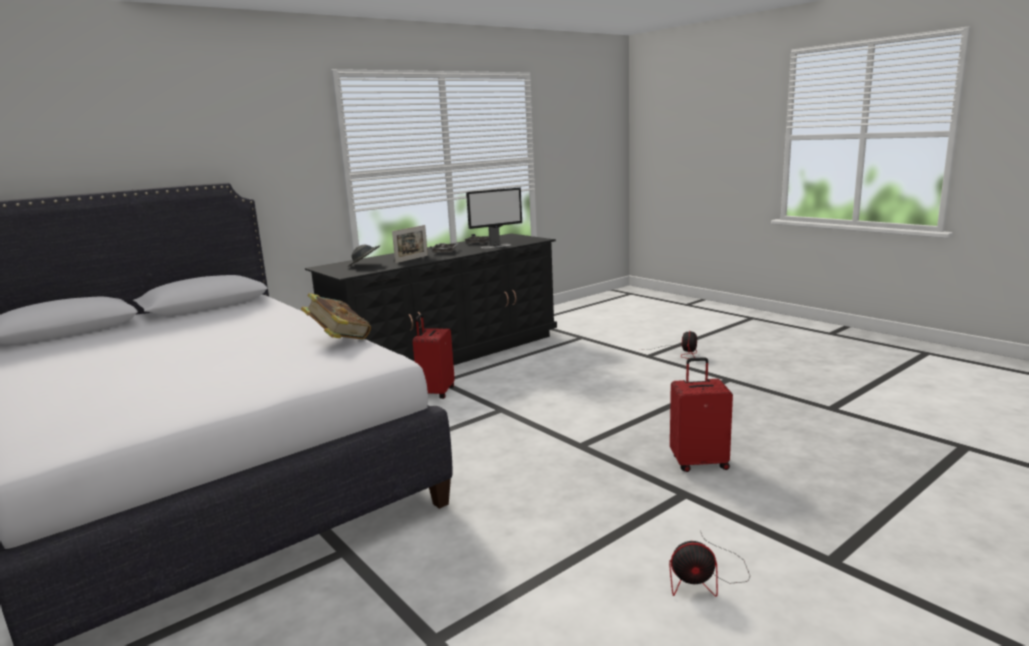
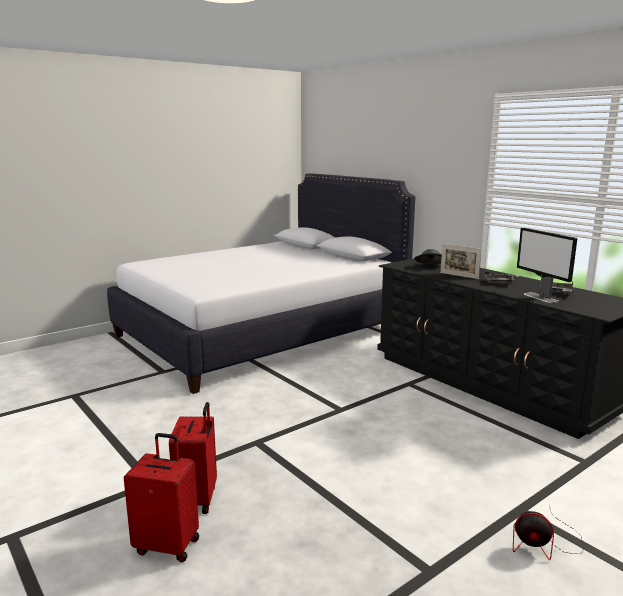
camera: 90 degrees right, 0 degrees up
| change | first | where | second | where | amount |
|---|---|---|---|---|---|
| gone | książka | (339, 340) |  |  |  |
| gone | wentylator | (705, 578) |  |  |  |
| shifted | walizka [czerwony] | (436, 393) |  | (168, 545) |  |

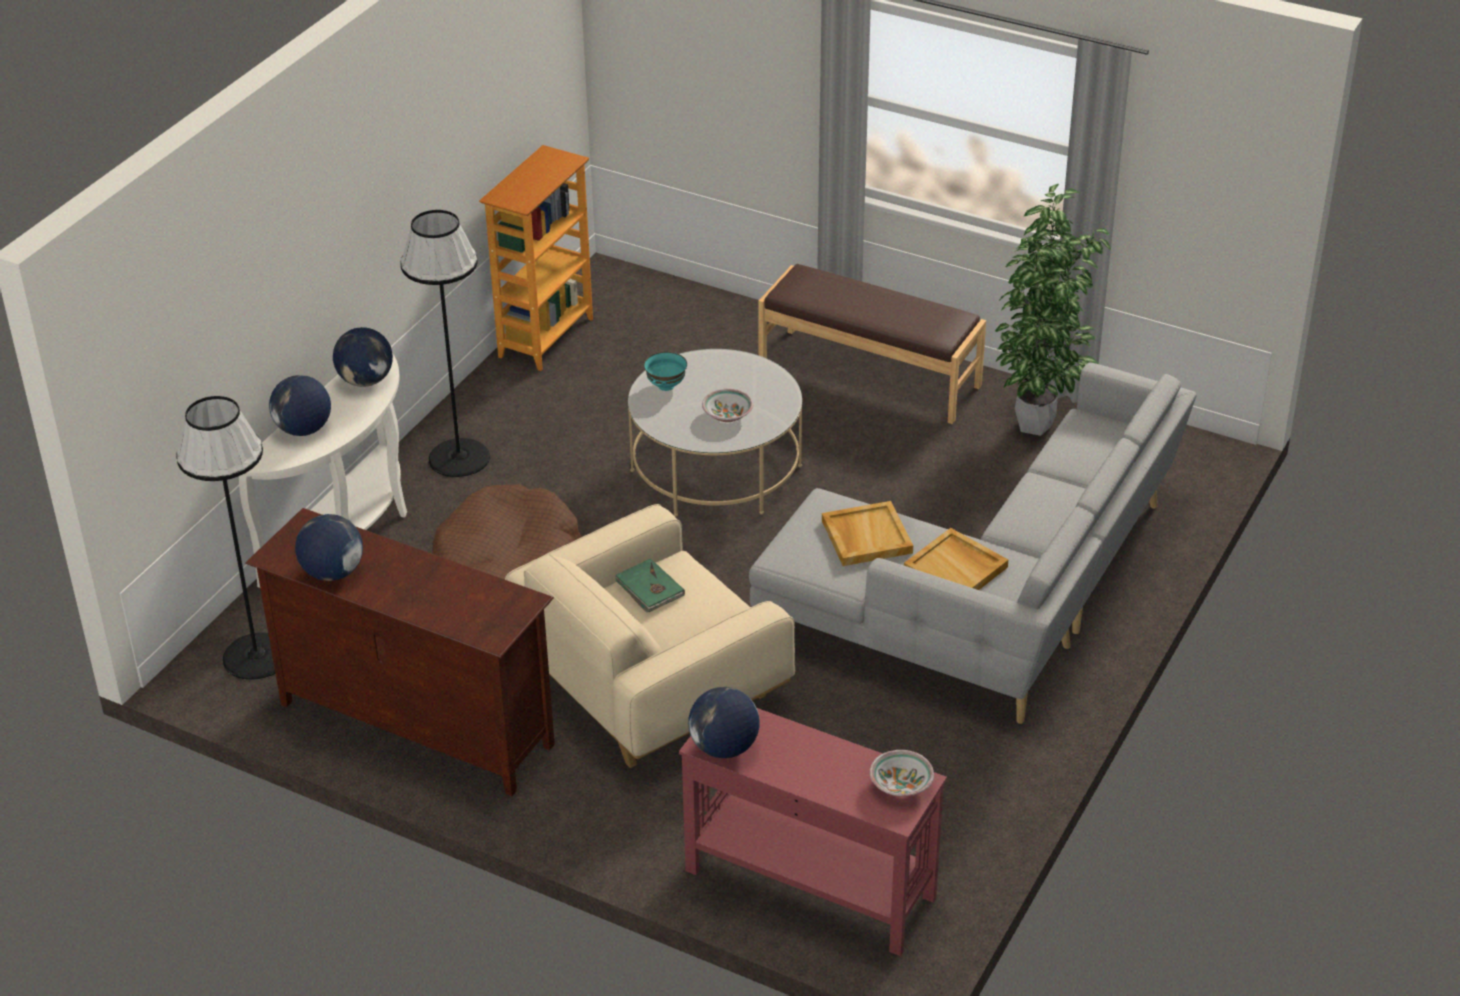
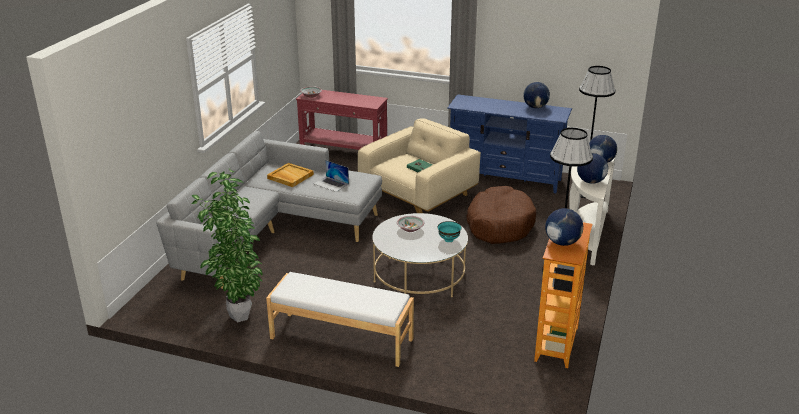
camera: 170 degrees right, 10 degrees down
| change | first | where | second | where | amount |
|---|---|---|---|---|---|
| shifted | globus | (724, 748) |  | (562, 242) |  |
| swapped | taca [beżowy] | (866, 536) | laptop | (331, 184) |  |
| repainted | szafka pod telewizor [brązowy] | (415, 725) | szafka pod telewizor [niebieski] | (505, 178) |  |
| repainted | ławka [brązowy] | (870, 374) | ławka [biały] | (341, 339) |  |

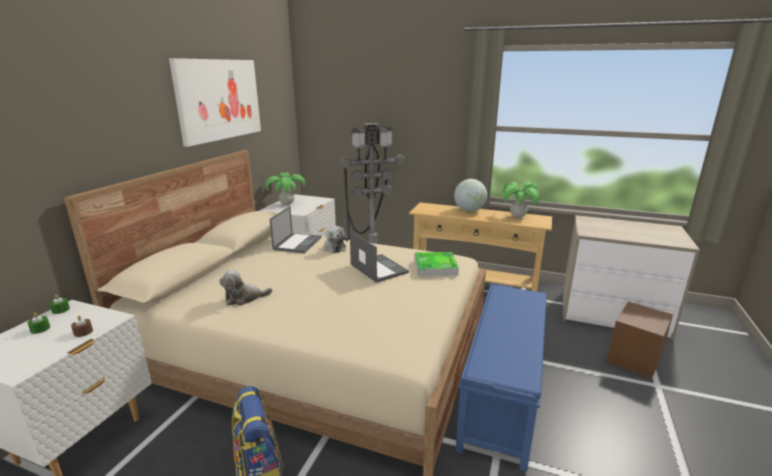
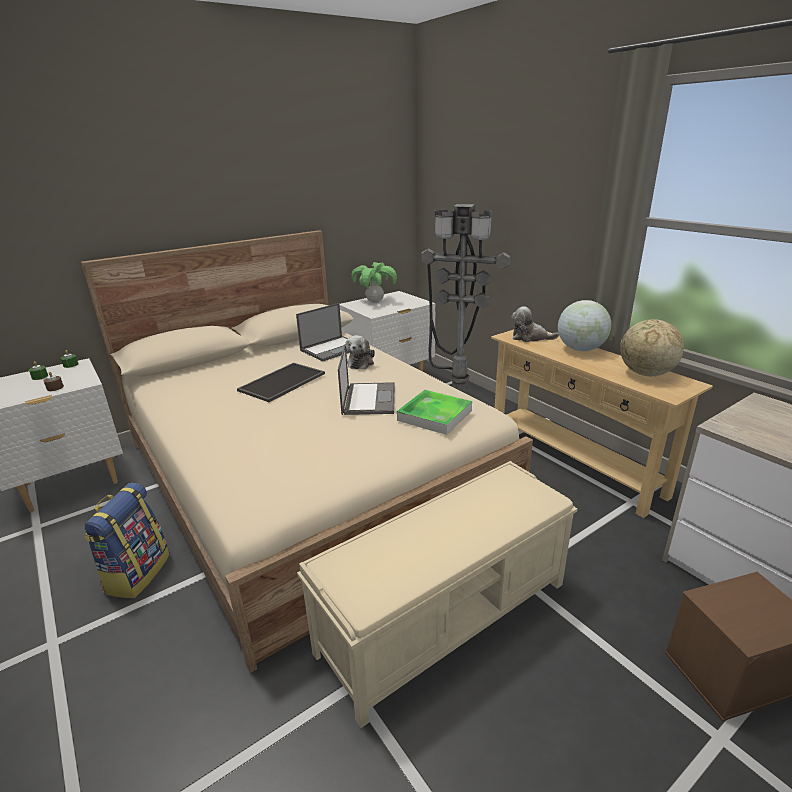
camera: 35 degrees right, 5 degrees up
| change | first | where | second | where | amount |
|---|---|---|---|---|---|
| gone | obraz | (219, 99) |  |  |  |
| new |  |  | taca | (282, 382) |  |
| shifted | pluszak | (244, 298) |  | (530, 337) |  |
| swapped | roślina doniczkowa | (517, 217) | globus | (645, 374) |  |
| repainted | ławka [niebieski] | (502, 392) | ławka [beżowy] | (446, 616) |  |

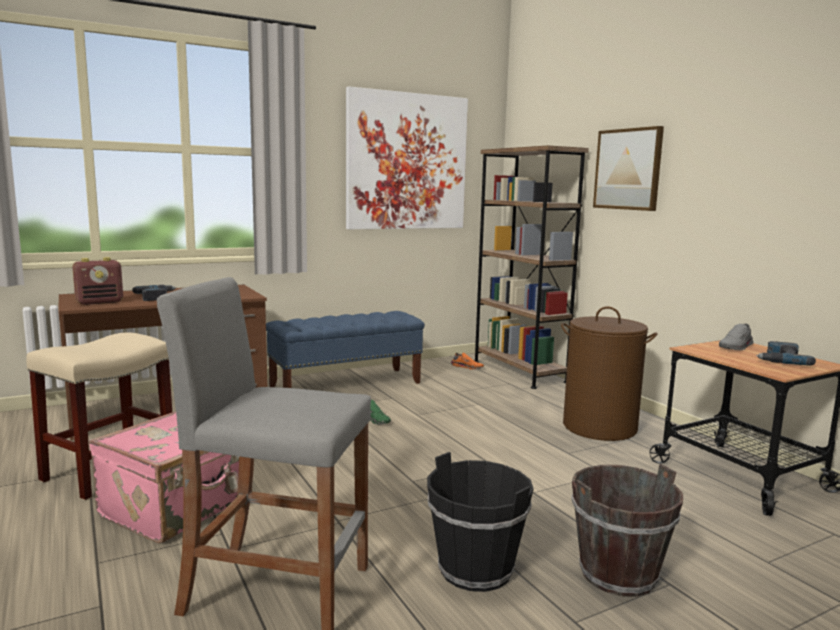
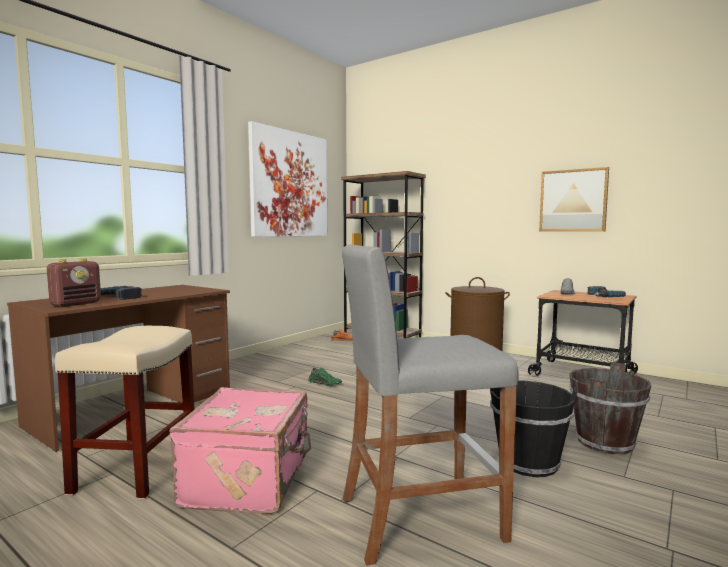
camera: 25 degrees left, 5 degrees down
| change | first | where | second | where | amount |
|---|---|---|---|---|---|
| gone | ławka [niebieski] | (346, 384) |  |  |  |
| shifted | obraz | (628, 169) |  | (573, 200) |  |

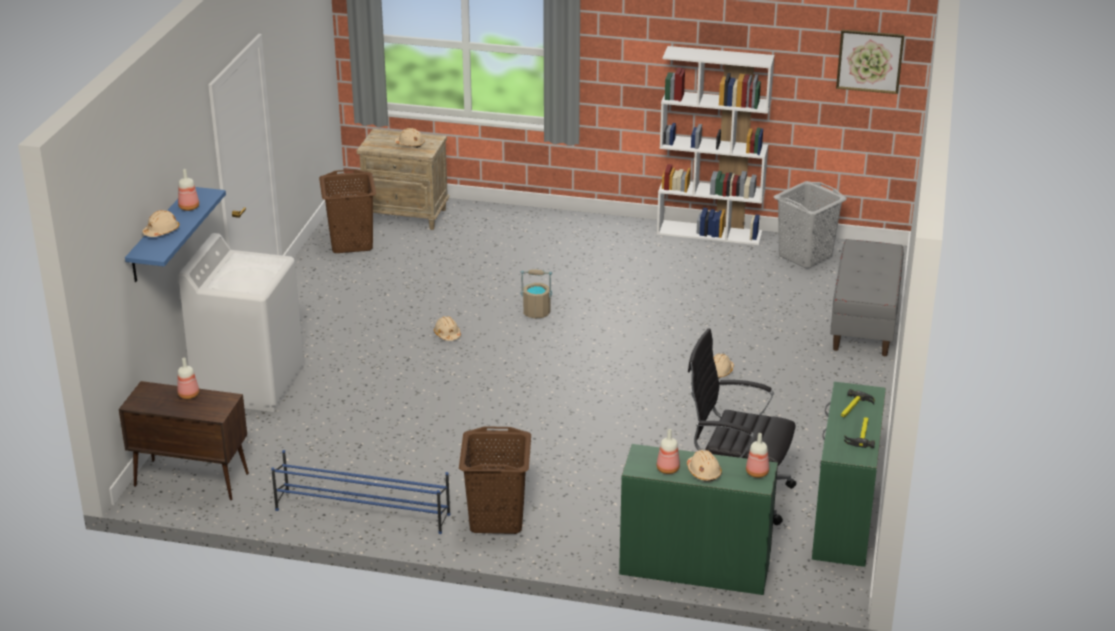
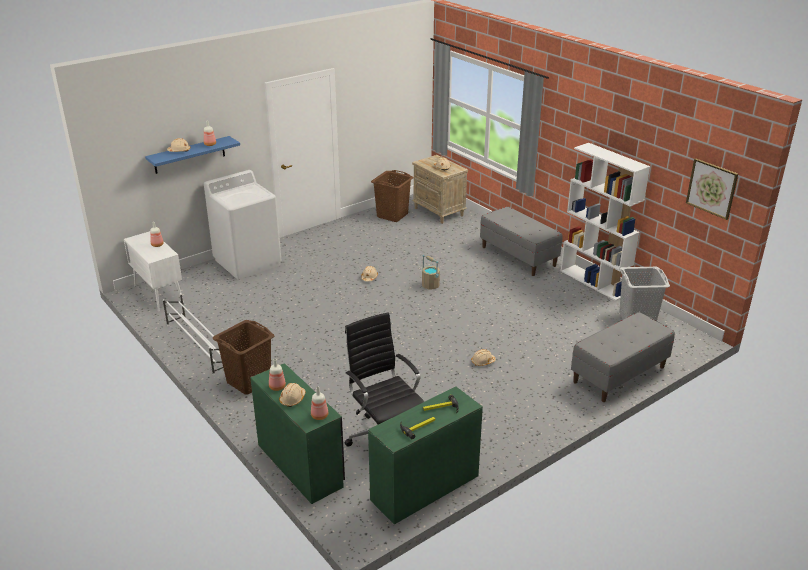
camera: 40 degrees right, 0 degrees up
| change | first | where | second | where | amount |
|---|---|---|---|---|---|
| new |  |  | ławka [szary] | (518, 256) |  |
| repainted | szafka [brązowy] | (190, 480) | szafka [biały] | (158, 294) |  |
| repainted | regał na buty [niebieski] | (362, 511) | regał na buty [biały] | (198, 345) |  |

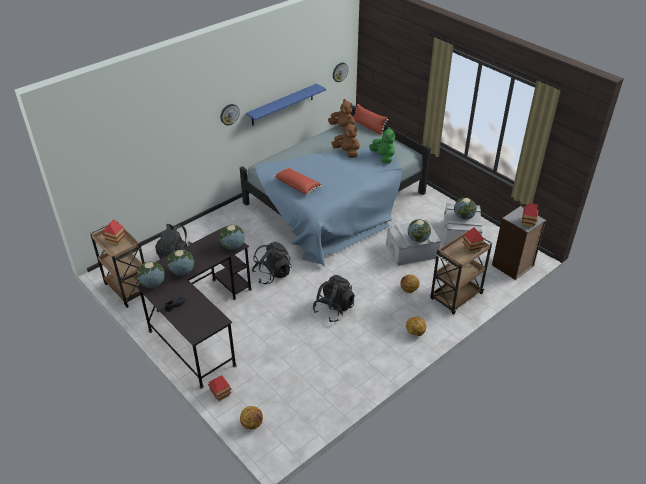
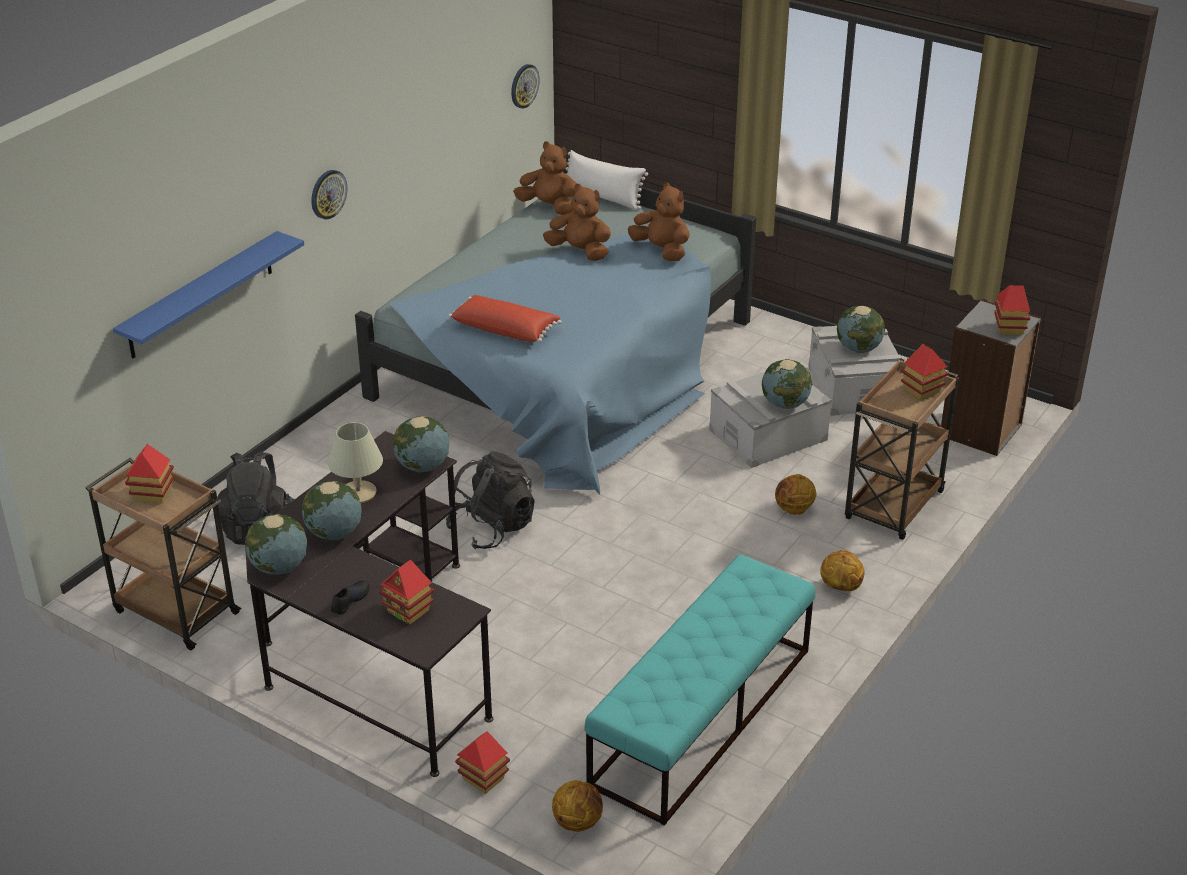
camera: 15 degrees left, 5 degrees down
| change | first | where | second | where | amount |
|---|---|---|---|---|---|
| gone | plecak [czarny] | (334, 309) |  |  |  |
| new |  |  | lampa stołowa [beżowy] | (359, 493) |  |
| new |  |  | domek | (408, 611) |  |
| new |  |  | ławka [turkusowy] | (701, 716) |  |
| shifted | półka [niebieski] | (282, 104) |  | (201, 295) |  |
| repainted | poduszka [czerwony] | (368, 127) | poduszka [biały] | (602, 197) |  |
| repainted | pluszak [zielony] | (383, 157) | pluszak [brązowy] | (661, 250) |  |

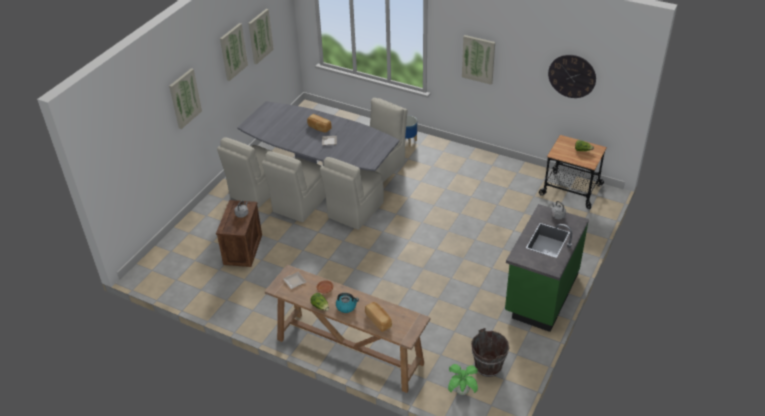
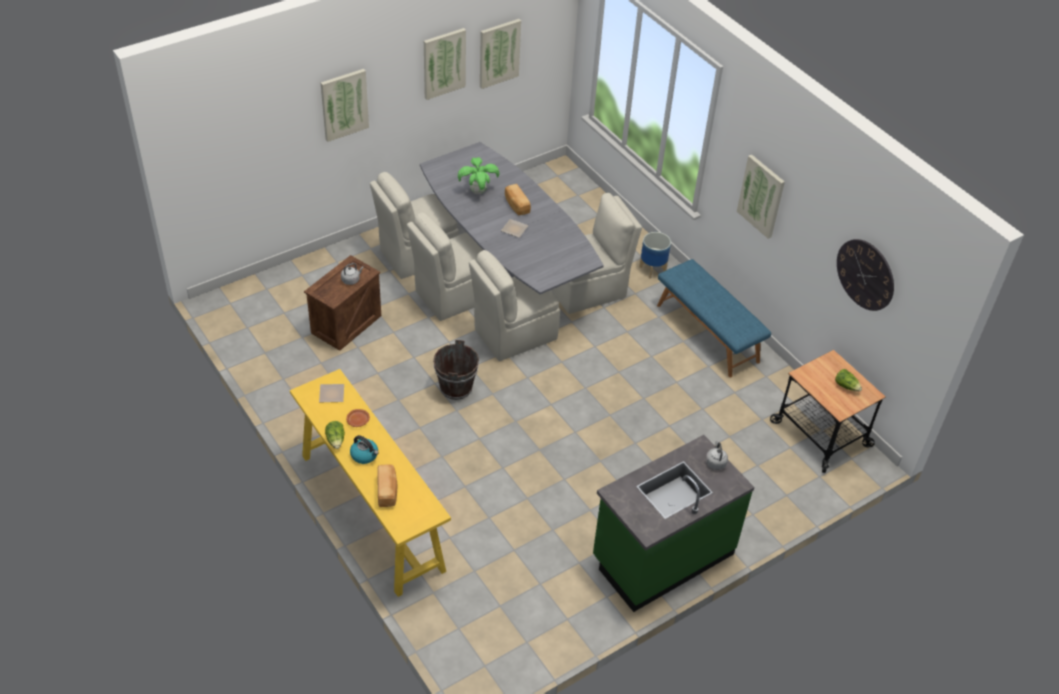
camera: 25 degrees right, 5 degrees up
| change | first | where | second | where | amount |
|---|---|---|---|---|---|
| new |  |  | ławka [niebieski] | (708, 333) |  |
| shifted | roślina doniczkowa | (462, 391) |  | (477, 192) |  |
| shifted | wiadro [brązowy] | (488, 366) |  | (455, 388) |  |
| repainted | stolik konsolowy [brązowy] | (348, 351) | stolik konsolowy [żółty] | (371, 511) |  |

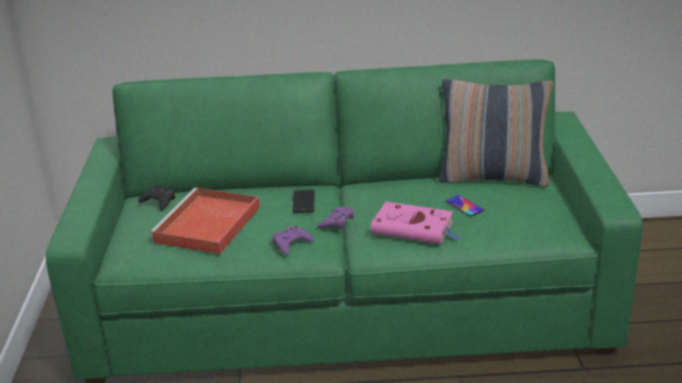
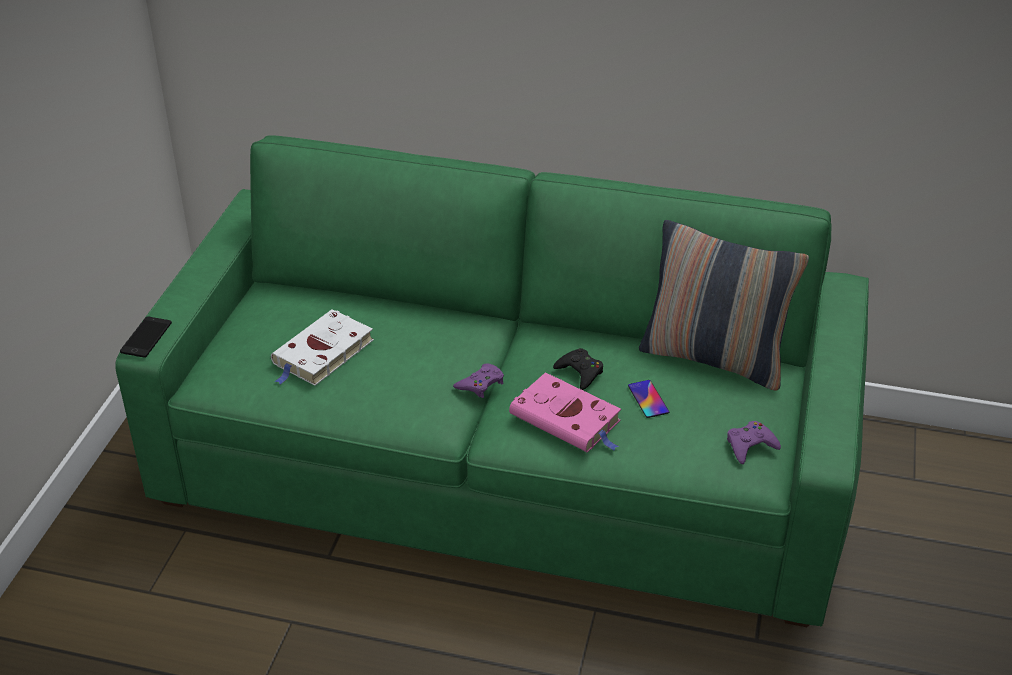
camera: 15 degrees right, 10 degrees up
| change | first | where | second | where | amount |
|---|---|---|---|---|---|
| shifted | pad do gier [czarny] | (159, 201) |  | (580, 372) |  |
| shifted | pad do gier [fioletowy] | (291, 243) |  | (750, 446) |  |
| shifted | telefon | (303, 202) |  | (146, 337) |  |
| swapped | taca [czerwony] | (207, 225) | książka [biały] | (321, 354) |  |

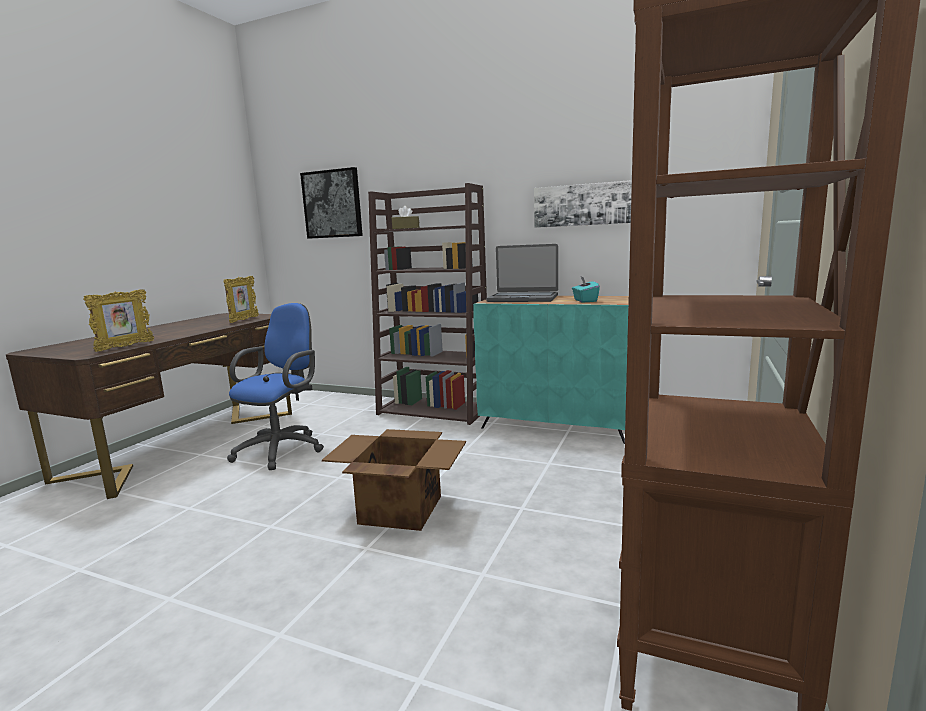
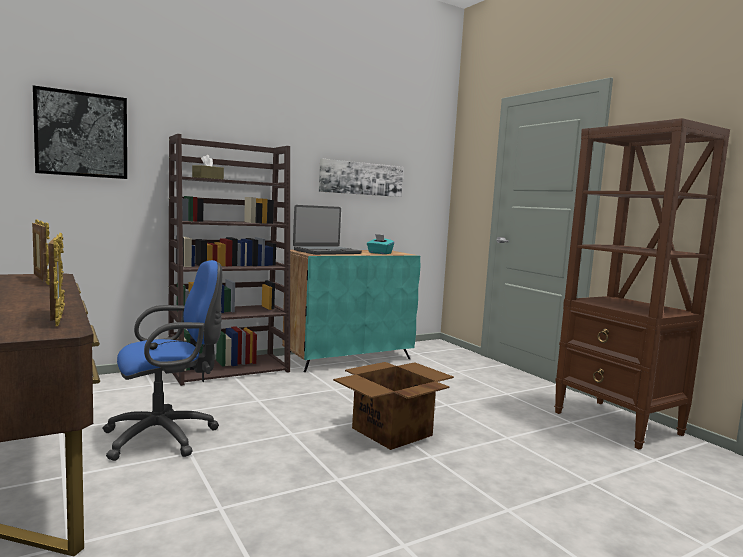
camera: 55 degrees left, 5 degrees down
| change | first | where | second | where | amount |
|---|---|---|---|---|---|
| rotated | krzesło biurowe [niebieski] | (283, 449) |  | (166, 436) | 90 degrees clockwise |

